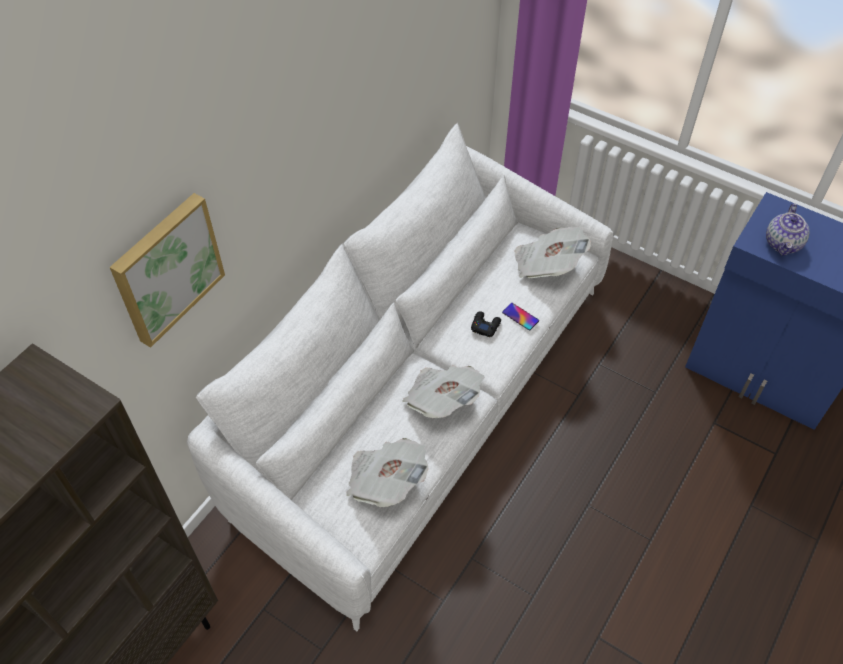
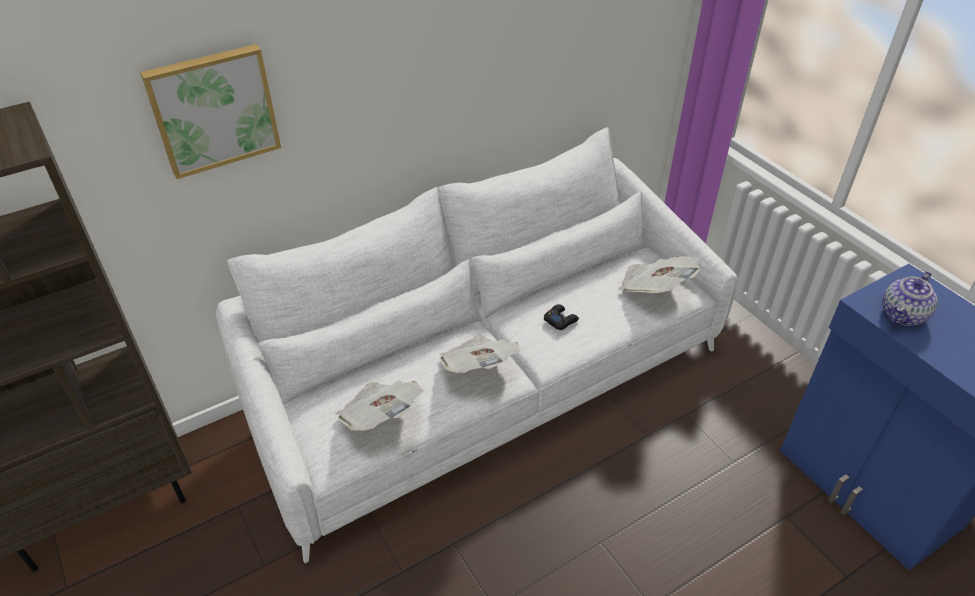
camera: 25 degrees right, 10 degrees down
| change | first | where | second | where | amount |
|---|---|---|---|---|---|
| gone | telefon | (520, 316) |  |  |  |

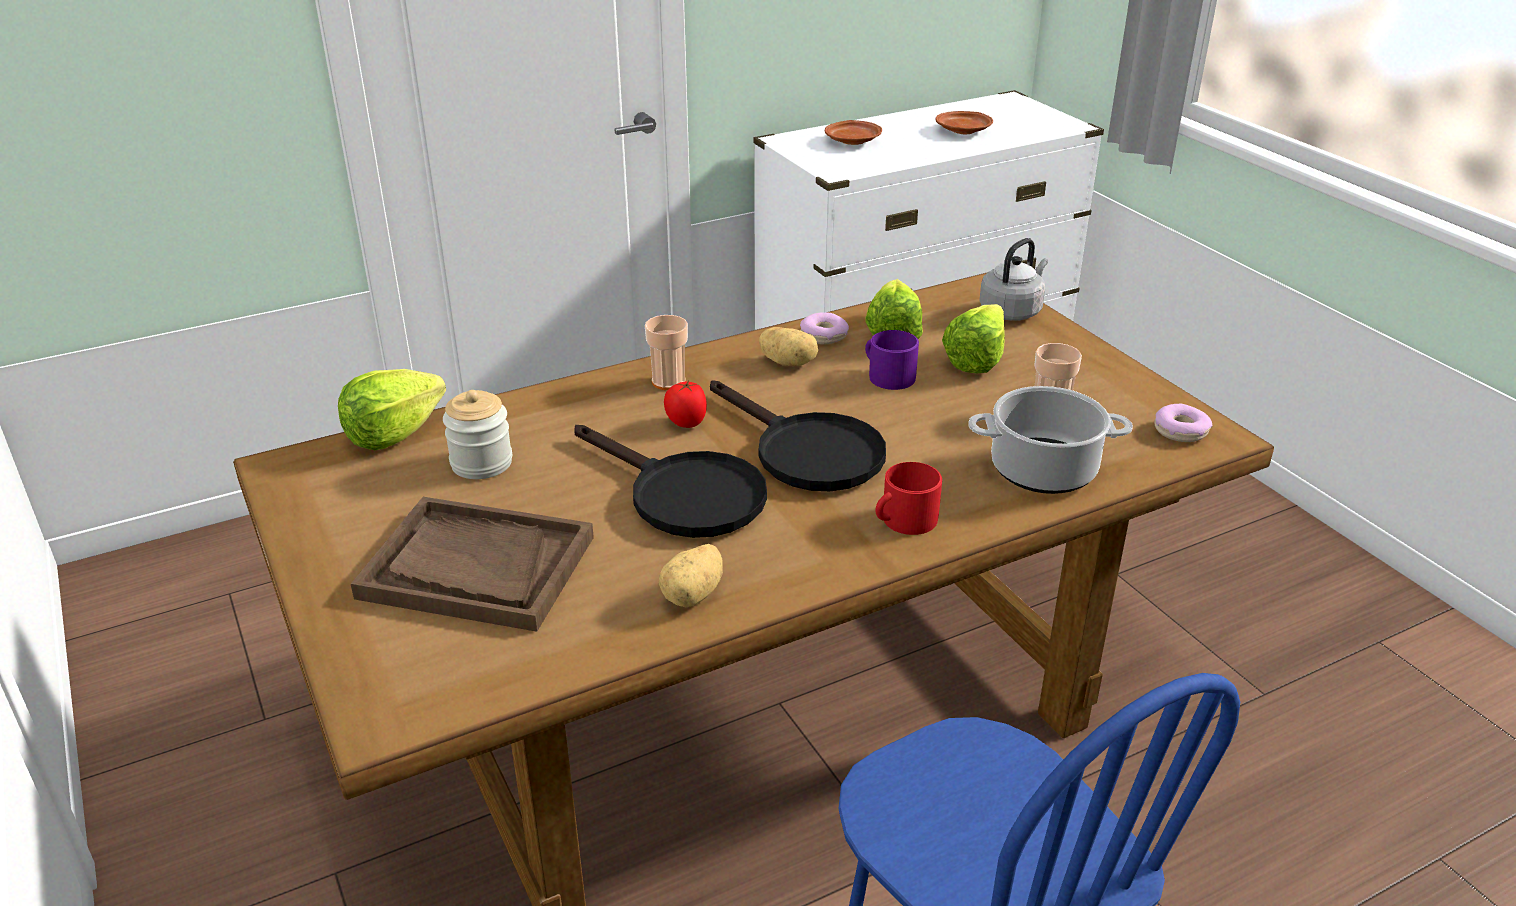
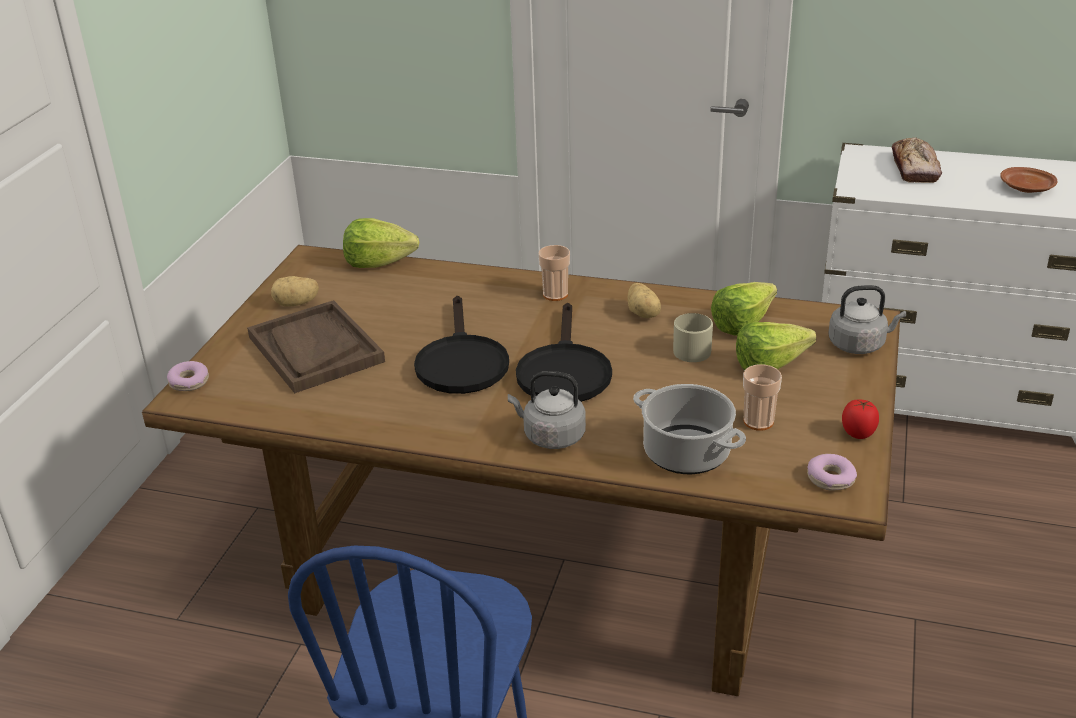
camera: 45 degrees right, 0 degrees up
| change | first | where | second | where | amount |
|---|---|---|---|---|---|
| gone | słoik | (481, 463) |  |  |  |
| shifted | ziemniak | (694, 595) |  | (296, 304) |  |
| shifted | pomidor | (686, 423) |  | (858, 433) |  |
| shifted | donut | (824, 336) |  | (189, 382) |  |
| swapped | talerz [brązowy] | (853, 141) | chleb | (914, 169) |  |
| swapped | kubek [czerwony] | (904, 520) | czajnik [szary] | (551, 436) |  |
| repainted | kubek [fioletowy] | (887, 375) | kubek [beżowy] | (691, 349) |  |

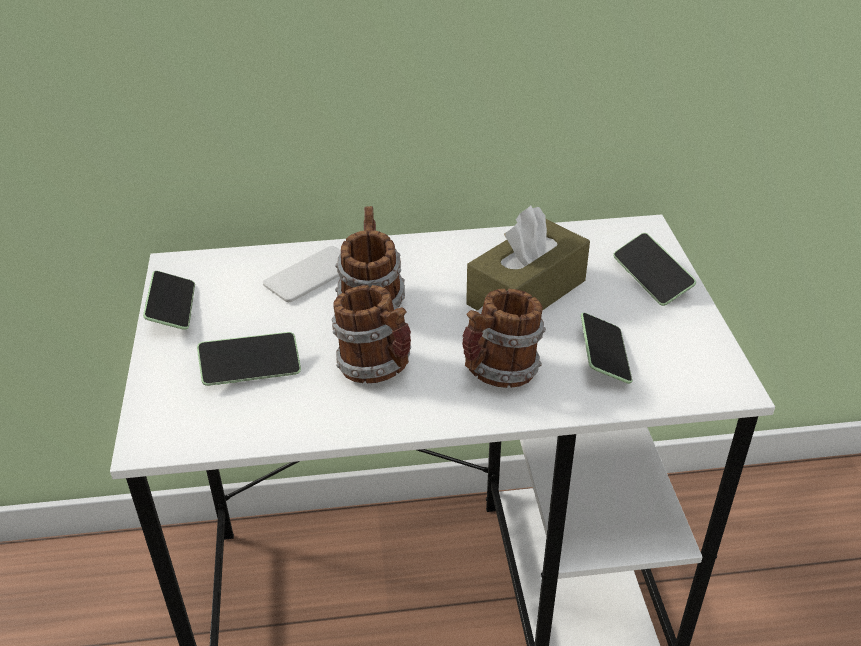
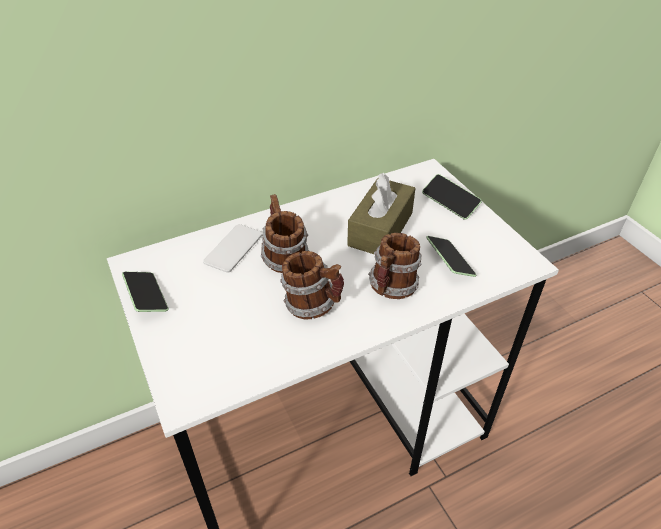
camera: 20 degrees left, 5 degrees up
| change | first | where | second | where | amount |
|---|---|---|---|---|---|
| gone | telefon | (251, 369) |  |  |  |

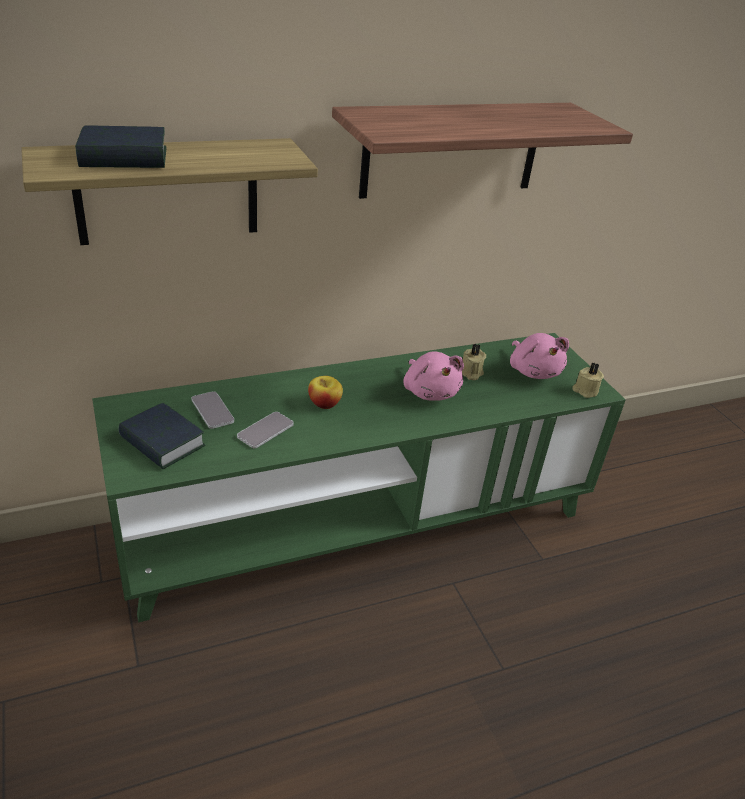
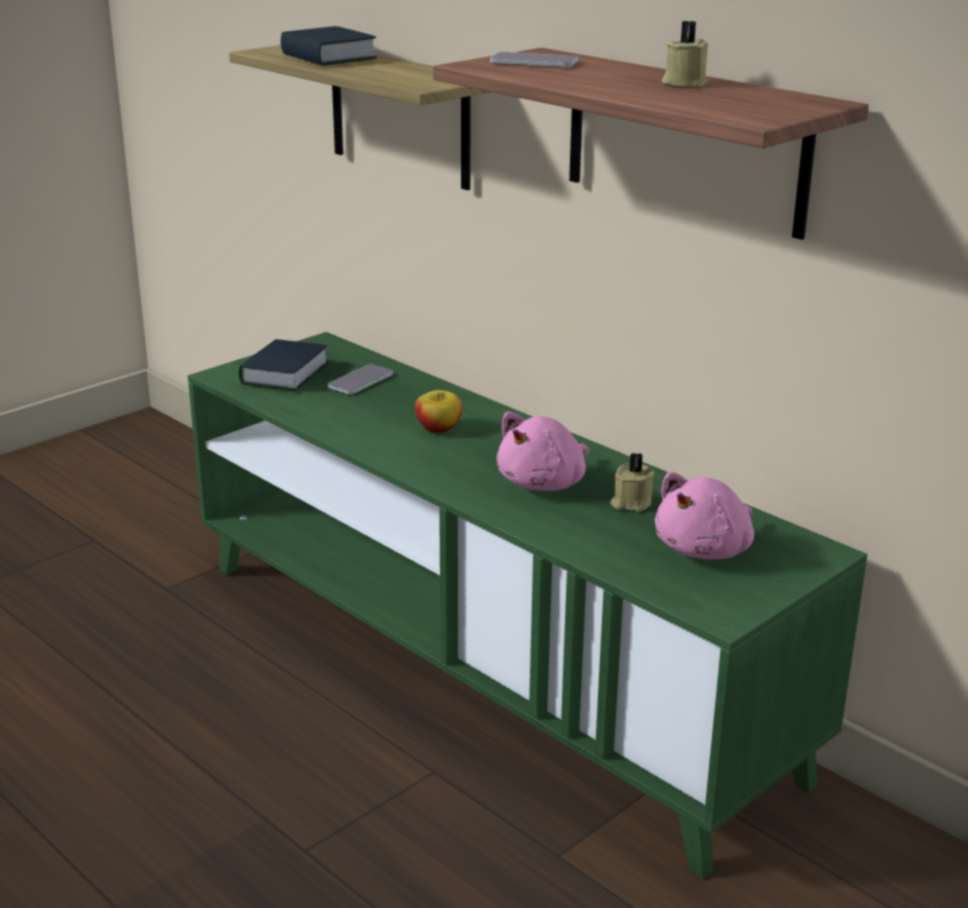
camera: 70 degrees right, 10 degrees down
| change | first | where | second | where | amount |
|---|---|---|---|---|---|
| shifted | telefon | (265, 431) |  | (533, 62) |  |
| shifted | świeca [beżowy] | (585, 391) |  | (684, 83) |  |

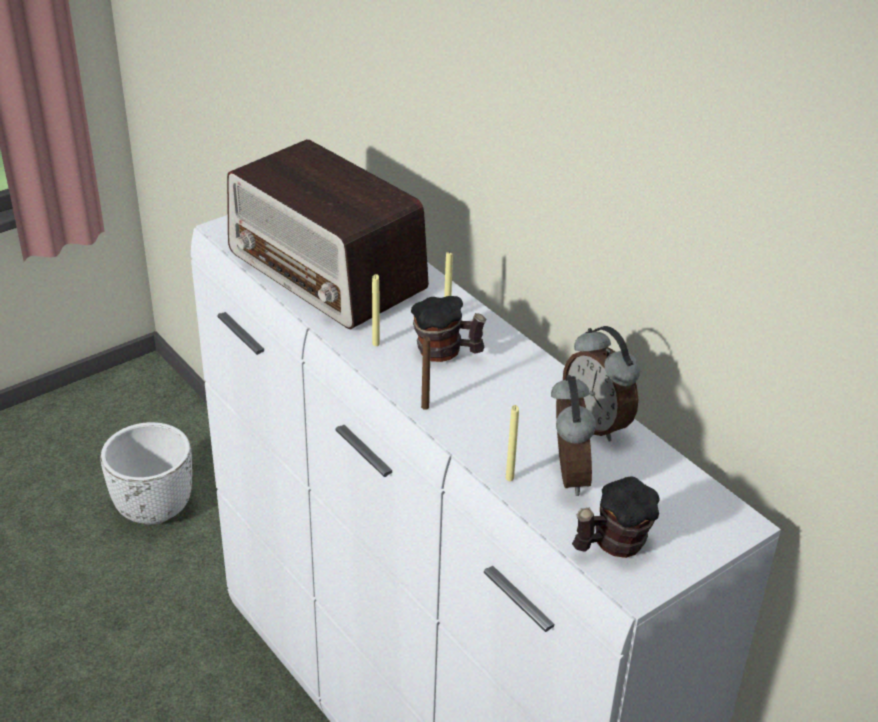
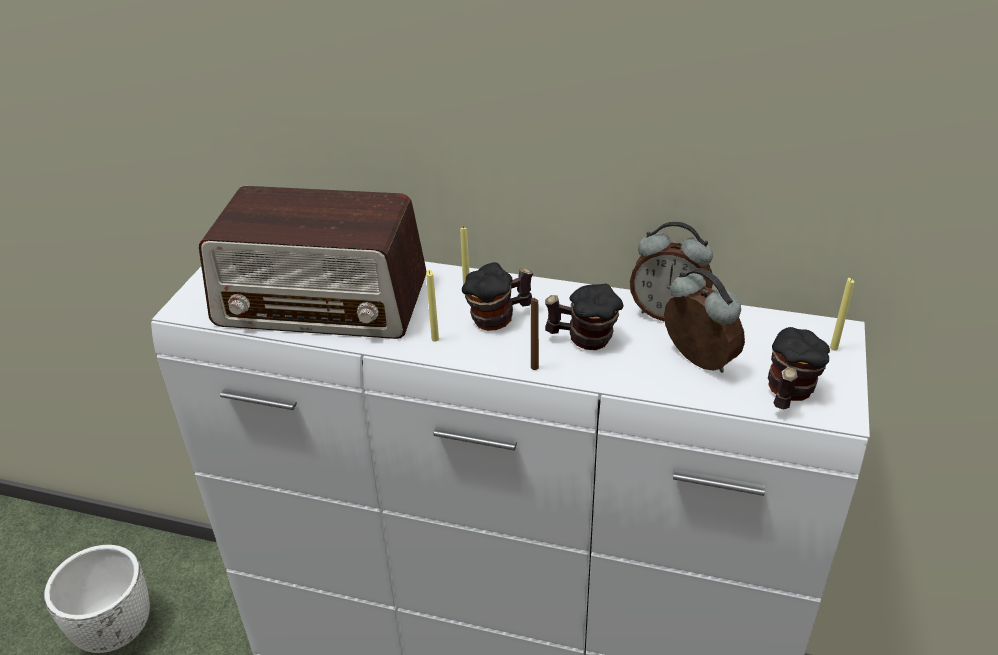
camera: 35 degrees left, 0 degrees up
| change | first | where | second | where | amount |
|---|---|---|---|---|---|
| new |  |  | kubek | (582, 339) |  |
| shifted | świeca [żółty] | (509, 478) |  | (833, 348) |  |

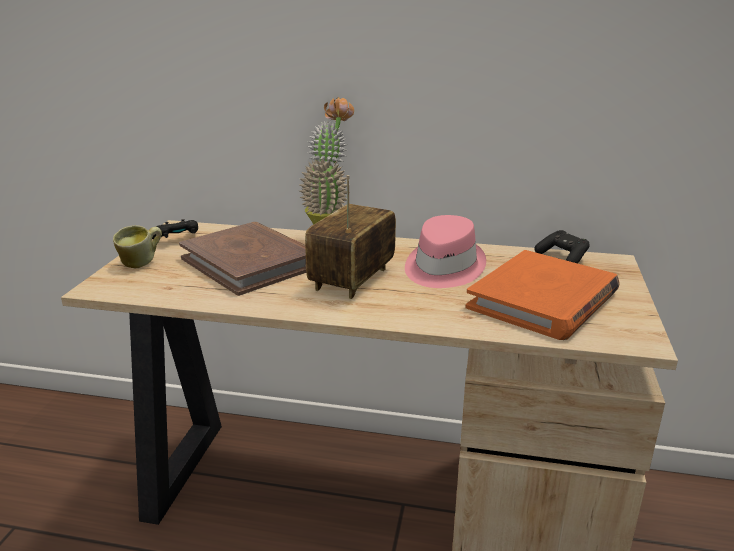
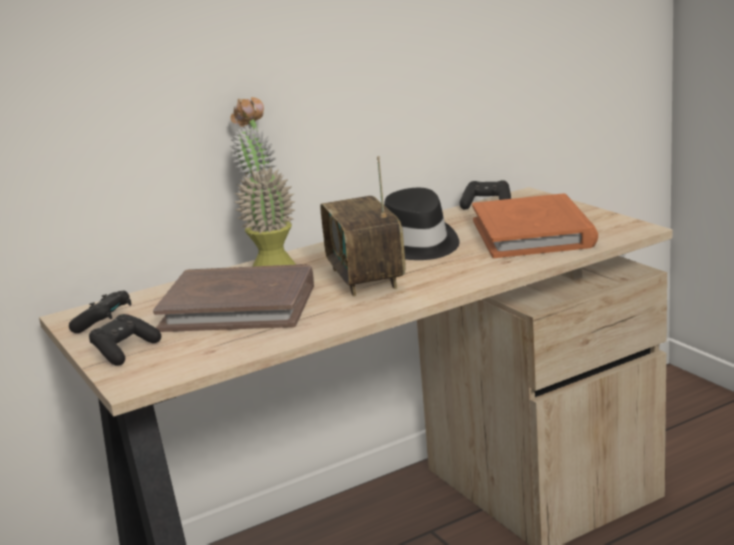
camera: 40 degrees left, 5 degrees down
| change | first | where | second | where | amount |
|---|---|---|---|---|---|
| swapped | kubek | (142, 264) | pad do gier [czarny] | (125, 351) |  |
| repainted | kapelusz [różowy] | (442, 268) | kapelusz [czarny] | (417, 244) |  |

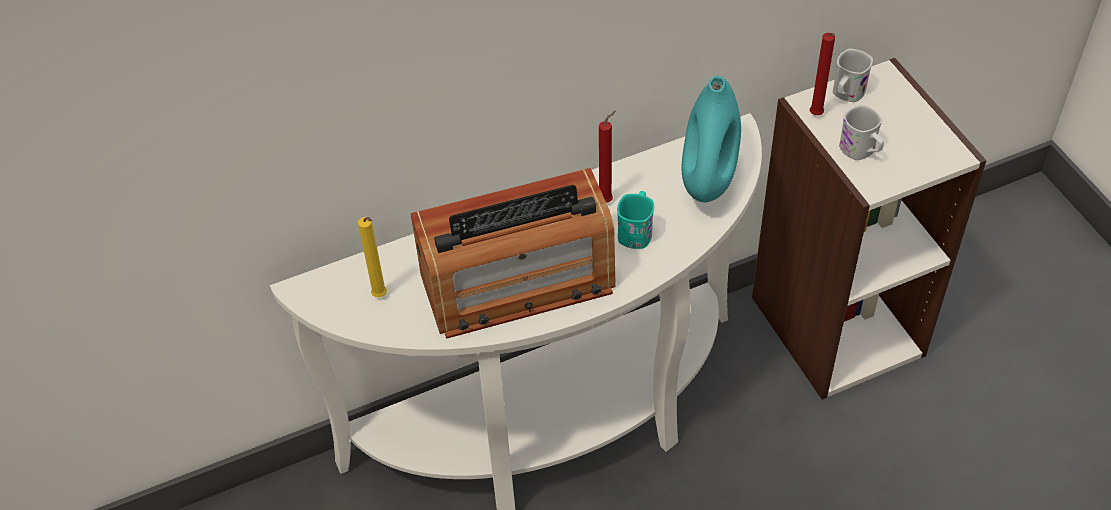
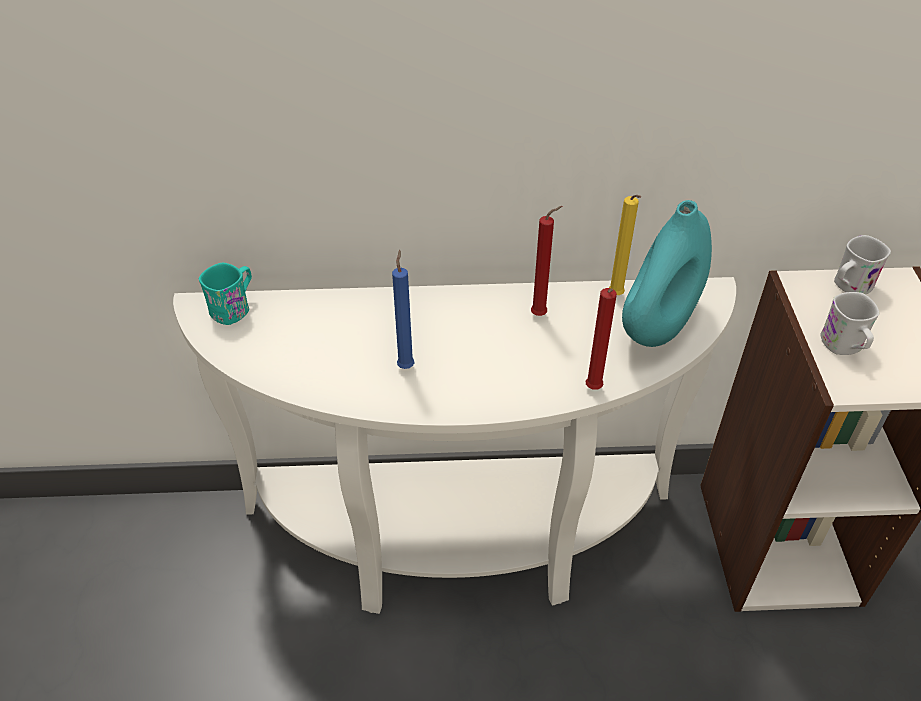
camera: 20 degrees right, 5 degrees down
| change | first | where | second | where | amount |
|---|---|---|---|---|---|
| shifted | świeca [żółty] | (381, 297) |  | (616, 296) |  |
| shifted | kubek [turkusowy] | (636, 231) |  | (234, 308) |  |
| shifted | świeca [czerwony] | (816, 116) |  | (593, 390) |  |
| swapped | radio | (517, 283) | świeca [niebieski] | (406, 365) |  |

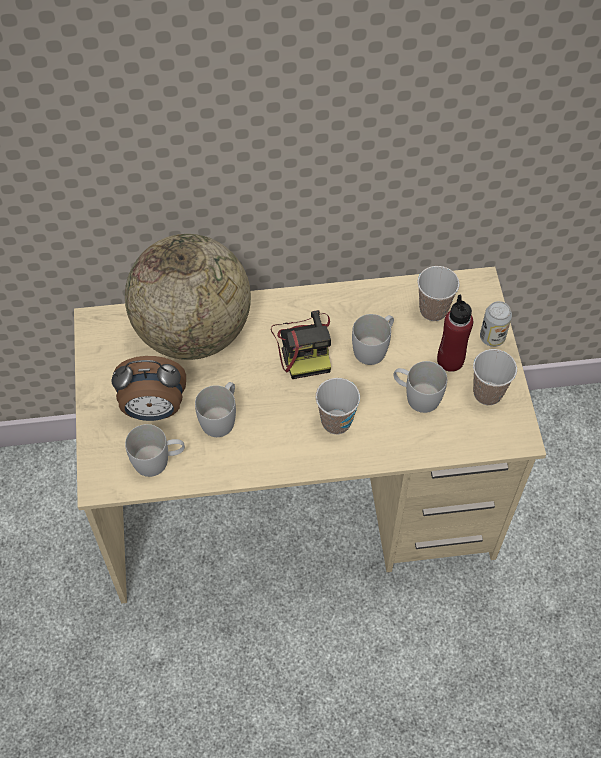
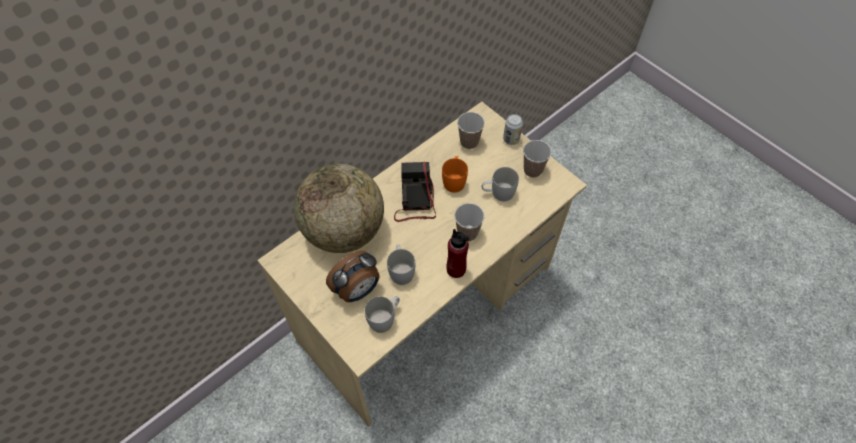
camera: 35 degrees left, 0 degrees up
| change | first | where | second | where | amount |
|---|---|---|---|---|---|
| shifted | butelka [czerwony] | (450, 360) |  | (456, 269) |  |
| repainted | kubek [biały] | (374, 347) | kubek [pomarańczowy] | (454, 180) |  |
| rotated | aparat fotograficzny | (304, 346) |  | (415, 201) | 135 degrees counterclockwise |

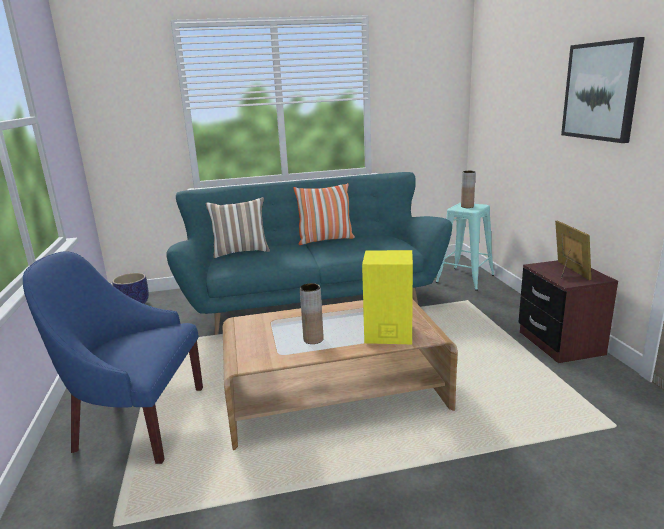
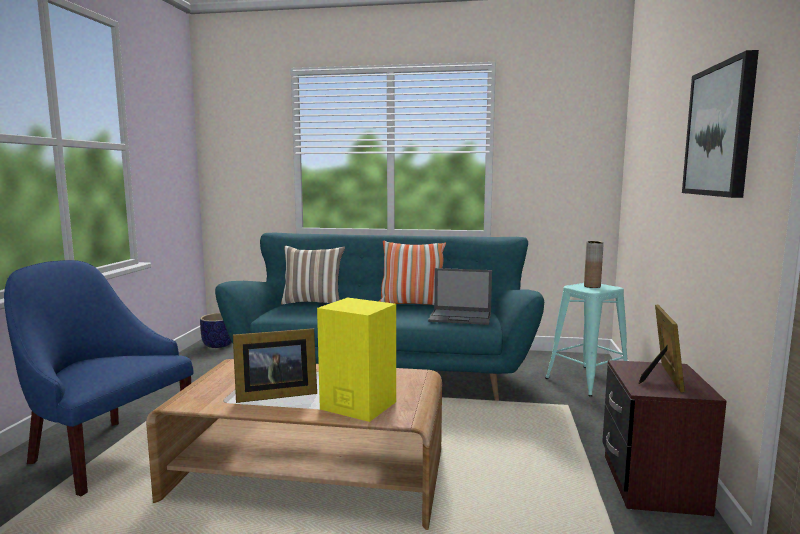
camera: 20 degrees right, 10 degrees down
| change | first | where | second | where | amount |
|---|---|---|---|---|---|
| new |  |  | laptop | (461, 317) |  |
| swapped | wazon [brązowy] | (313, 339) | ramka na zdjęcie | (274, 394) |  |

